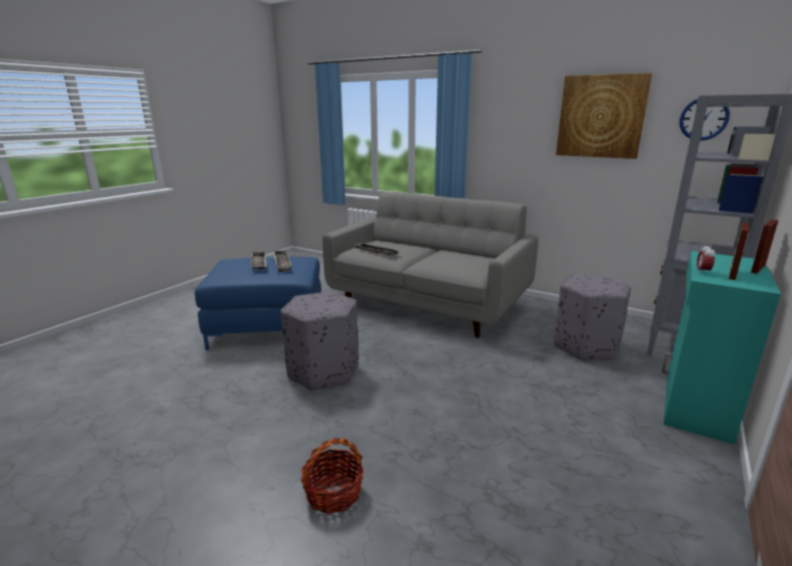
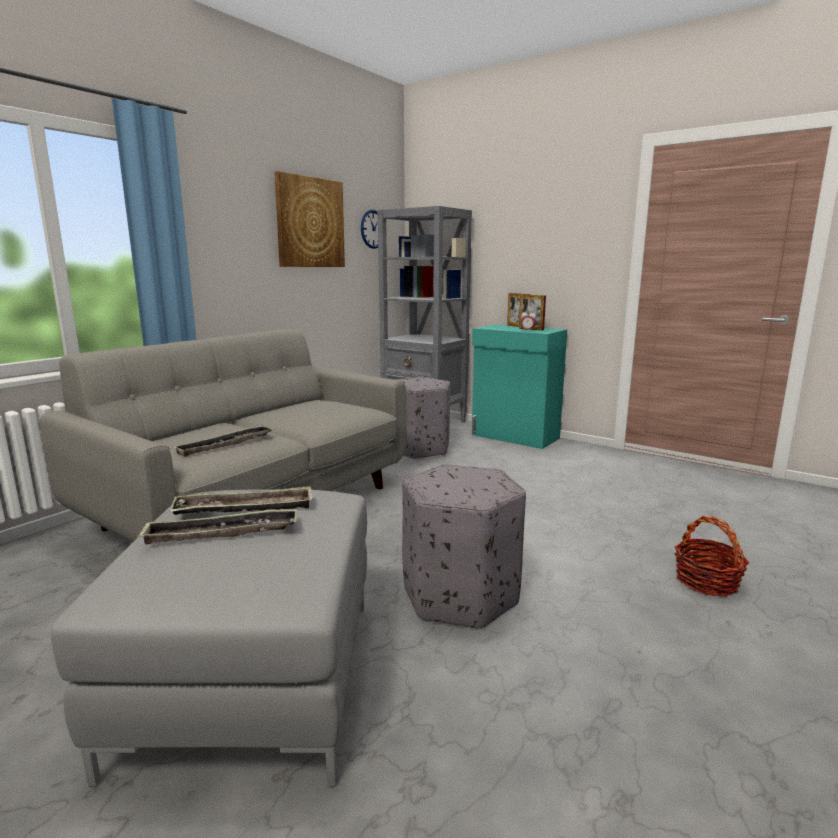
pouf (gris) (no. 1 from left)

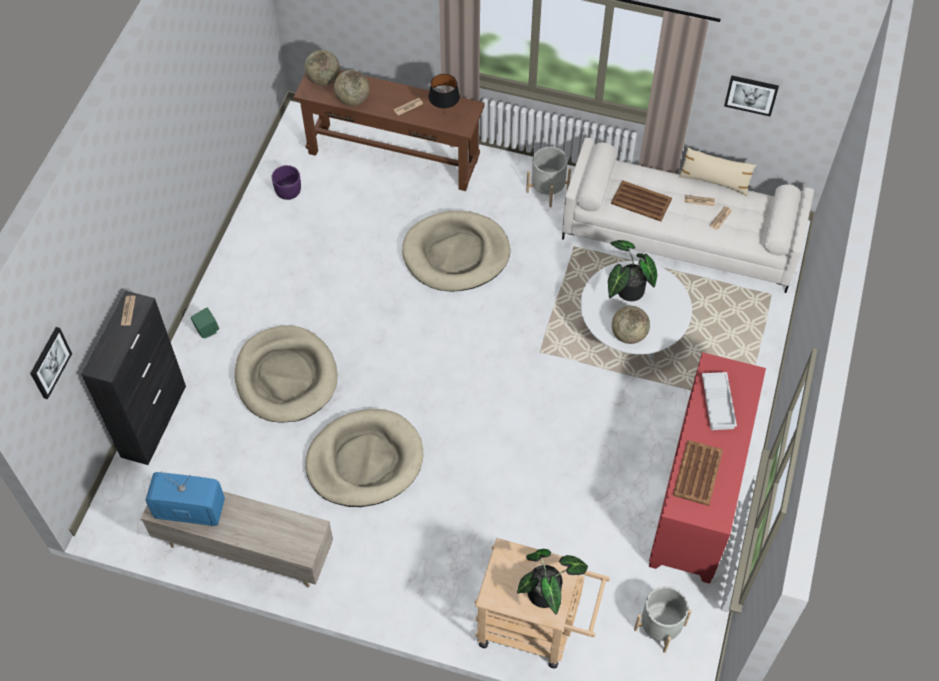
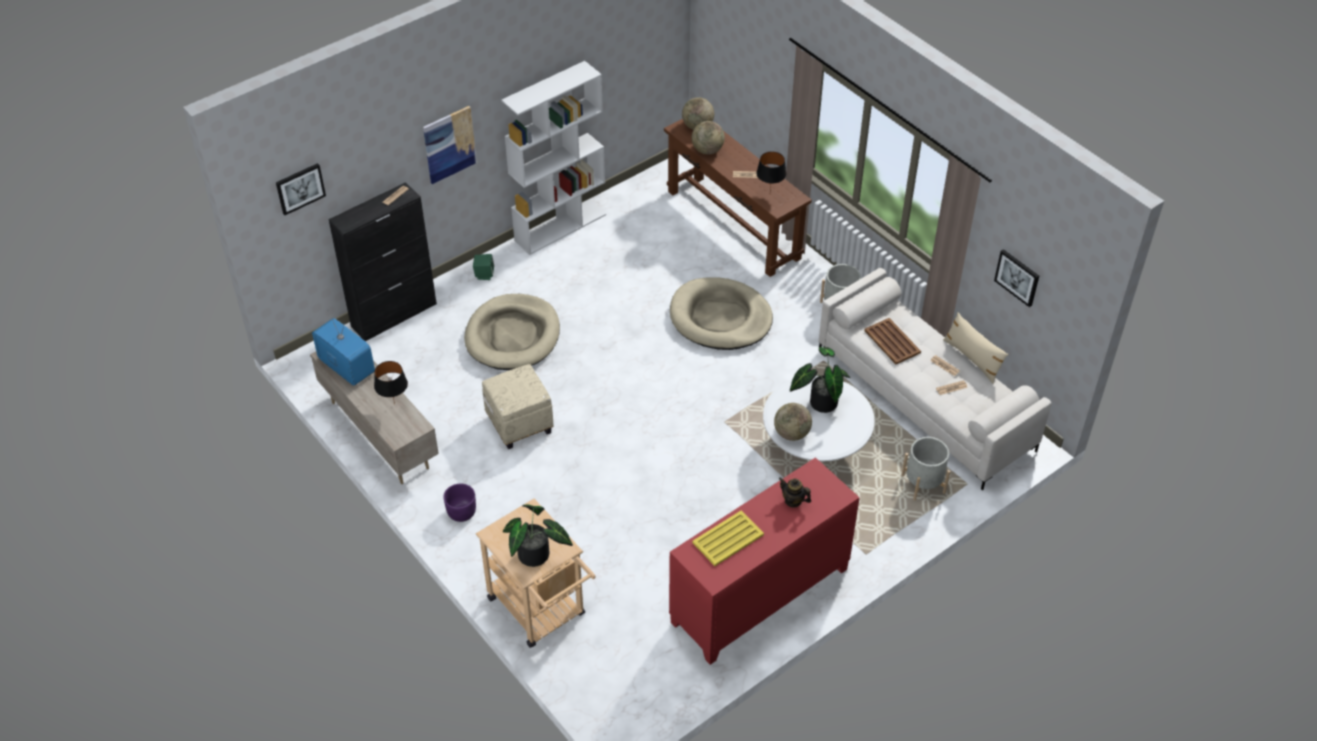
cache-pot (violet)
pouf (beige)
cache-pot (gris) (no. 2 from left)
plateau (jaune)
théière
lampe de table (noir) (no. 1 from left)
tableau (no. 2 from left)
bibliothèque (blanc)

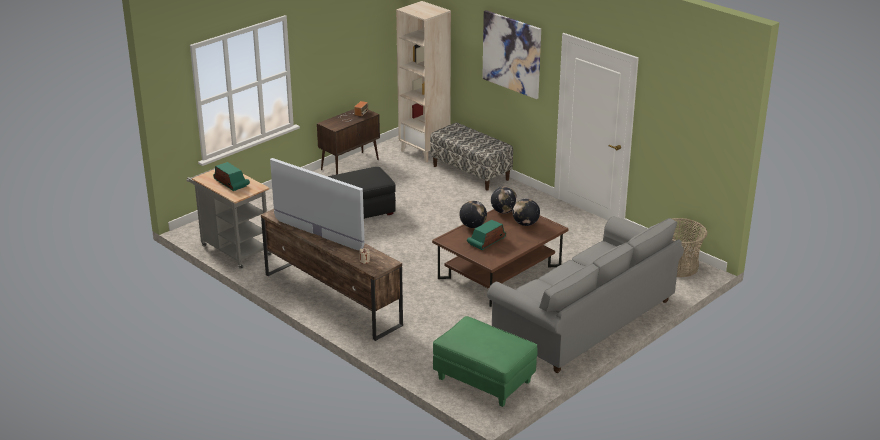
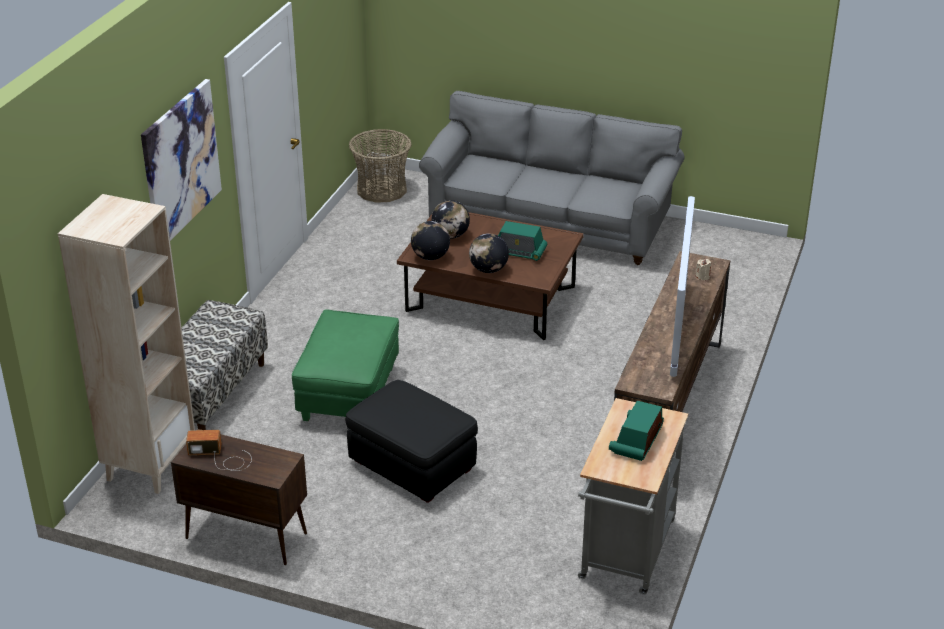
pouf (vert)

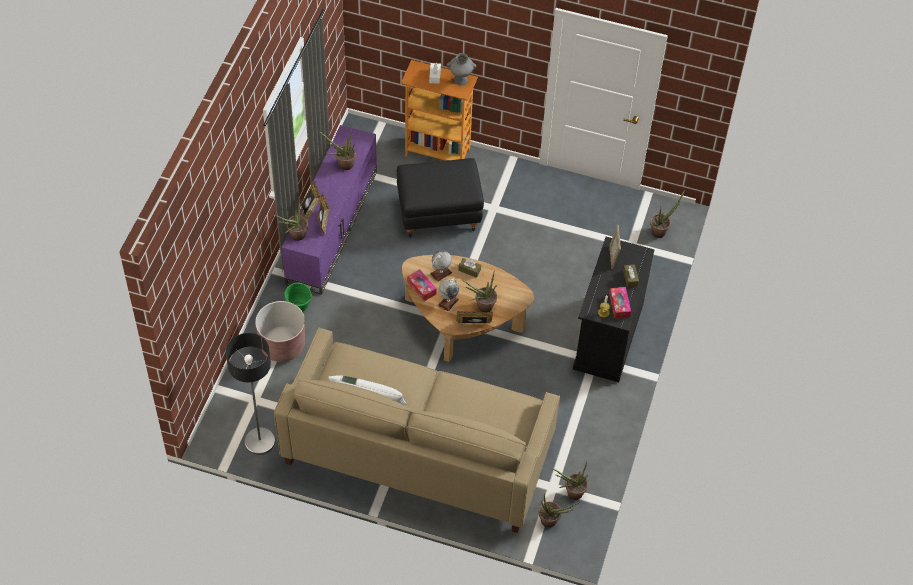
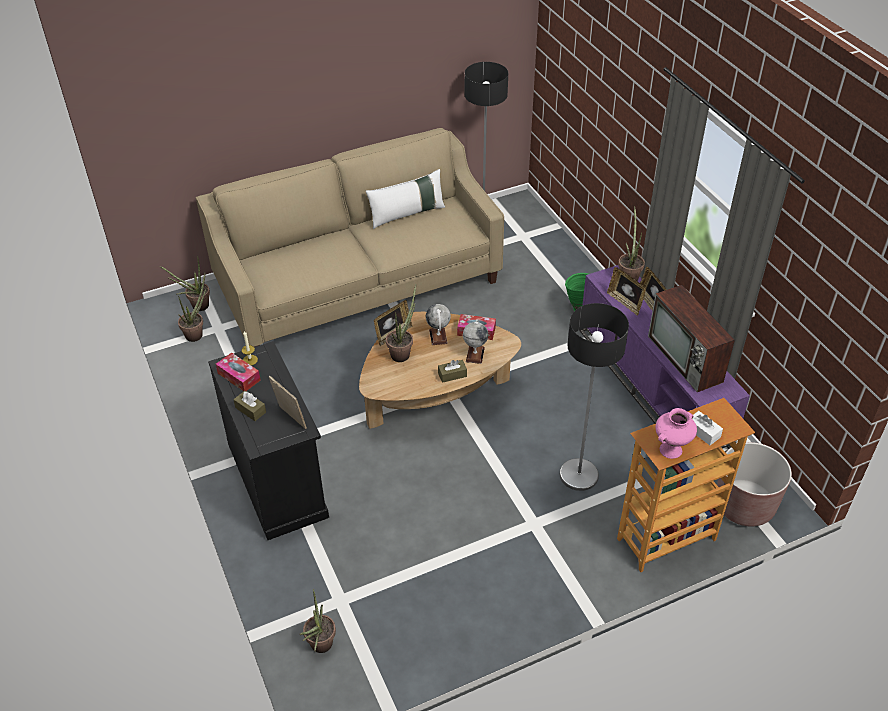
cache-pot (marron)
téléviseur
lampadaire (no. 2 from left)
vase (rose)

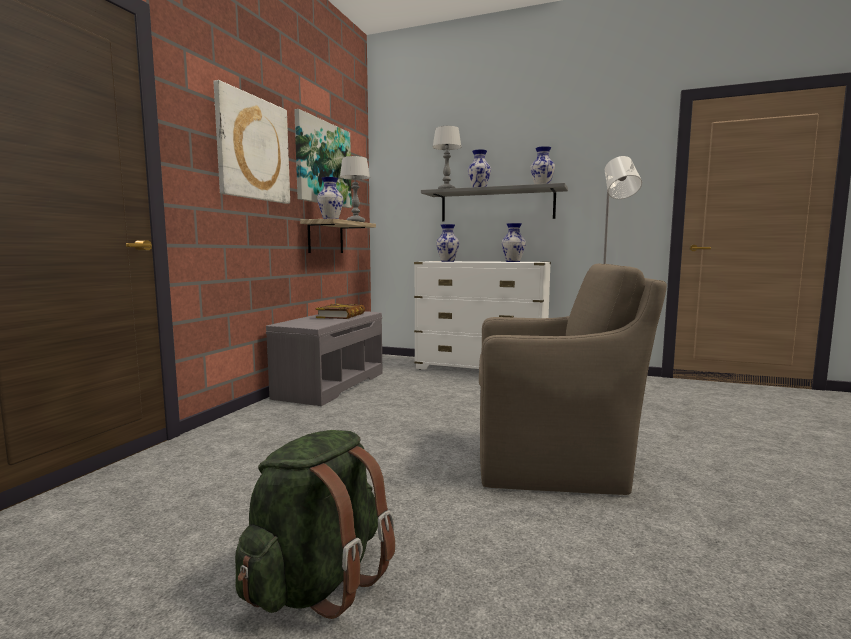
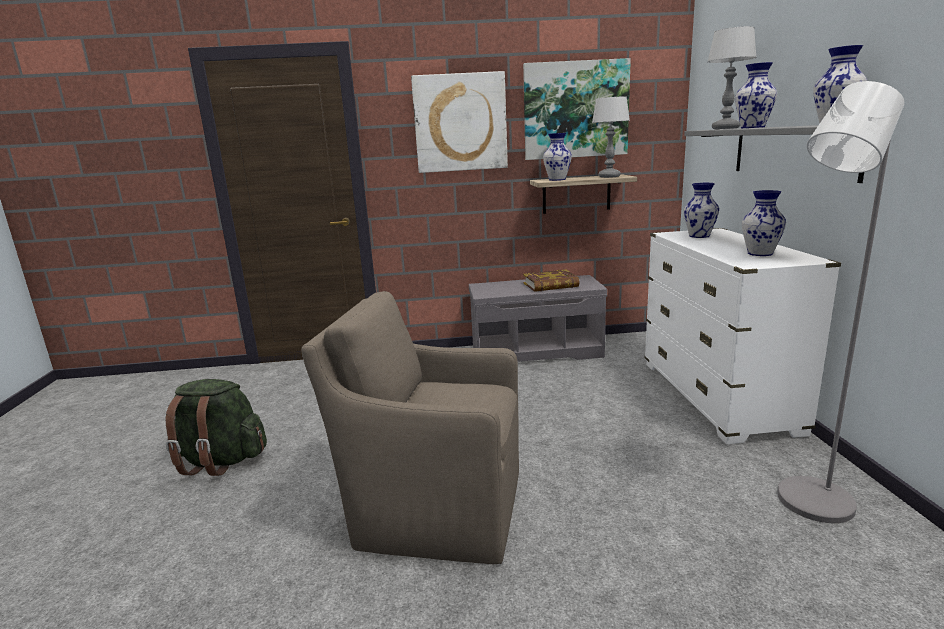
fauteuil (marron)

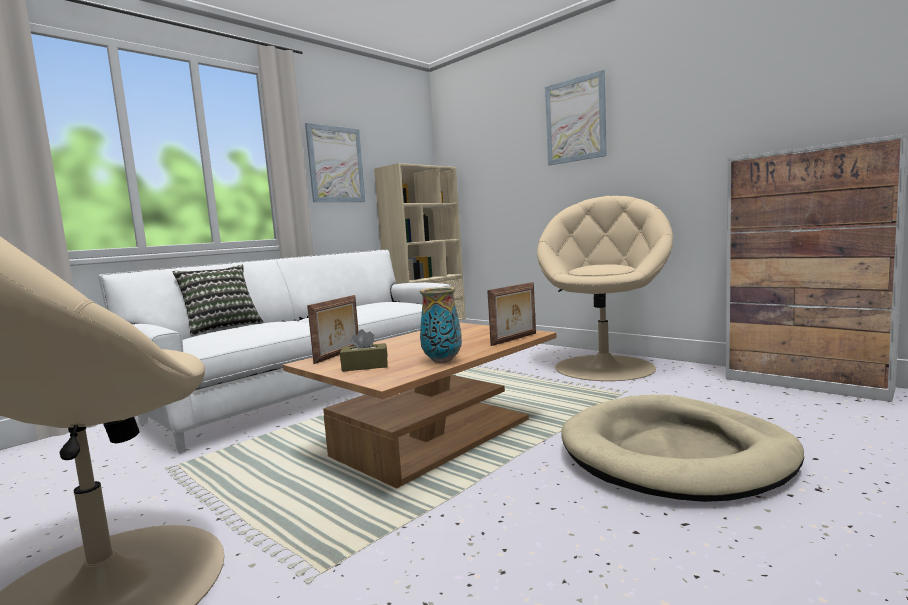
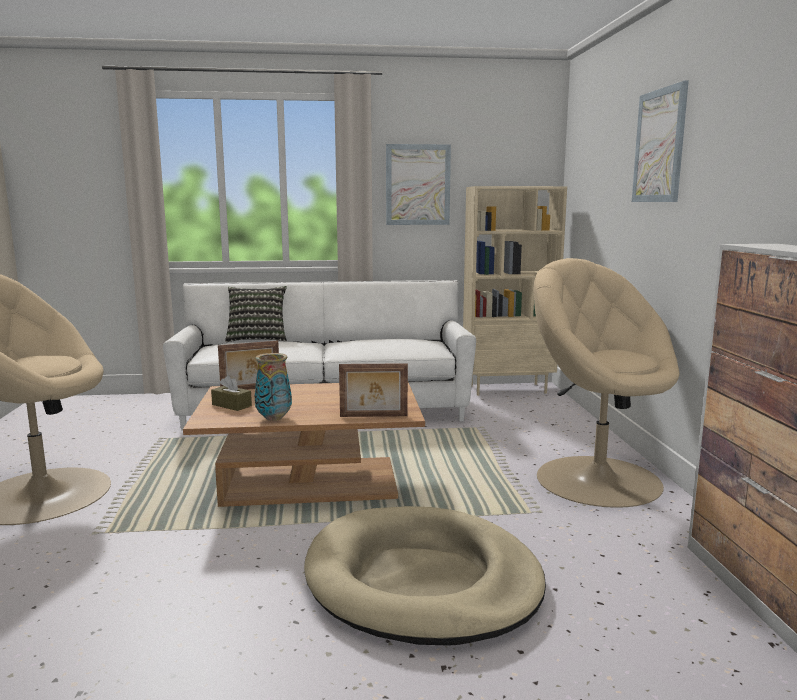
fauteuil (beige) (no. 2 from left)

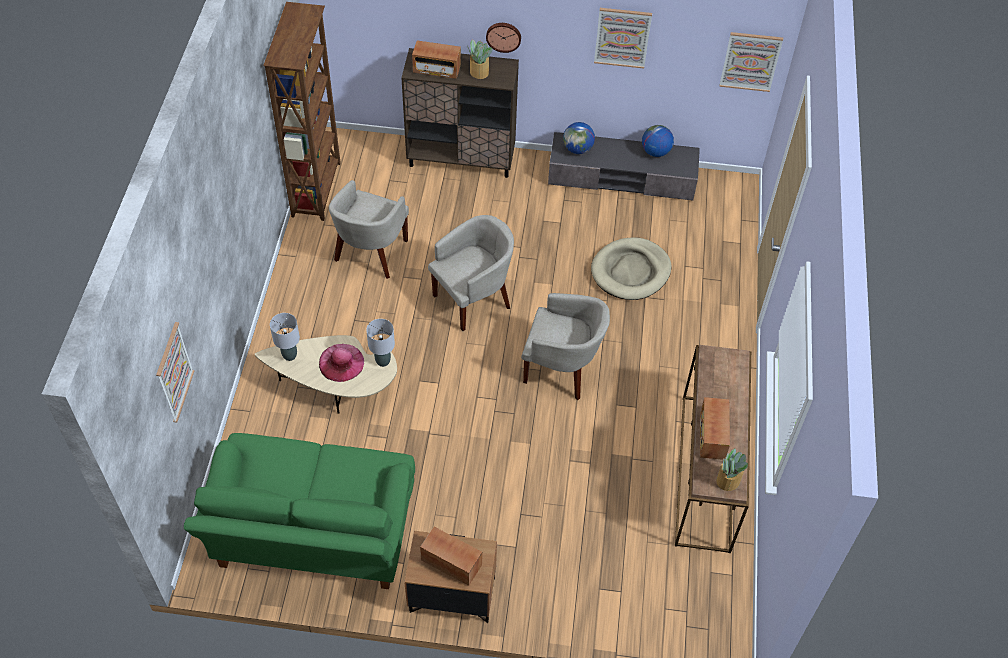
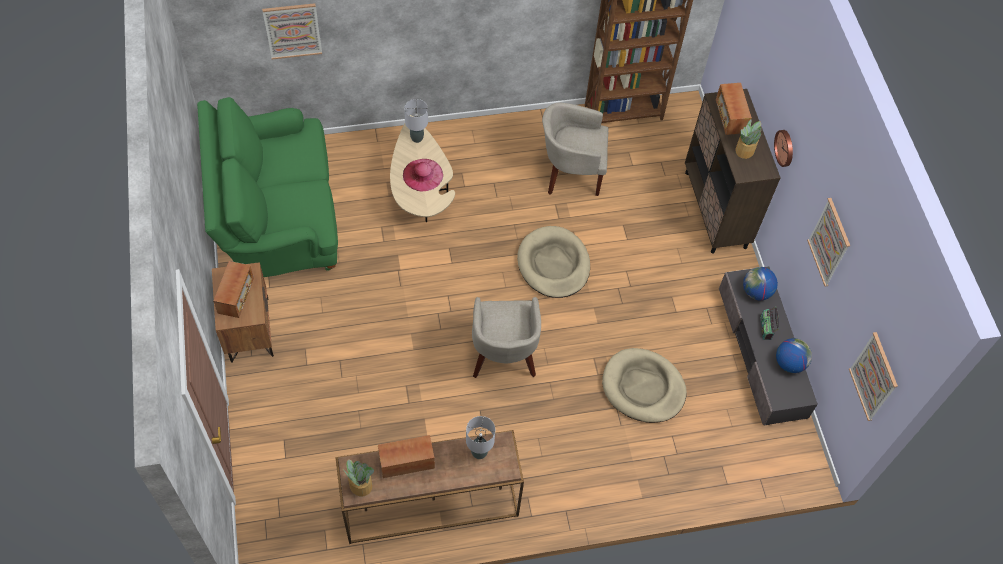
lampe de table (gris) (no. 2 from left)
panier pour chien (beige) (no. 1 from left)
radio (no. 4 from left)

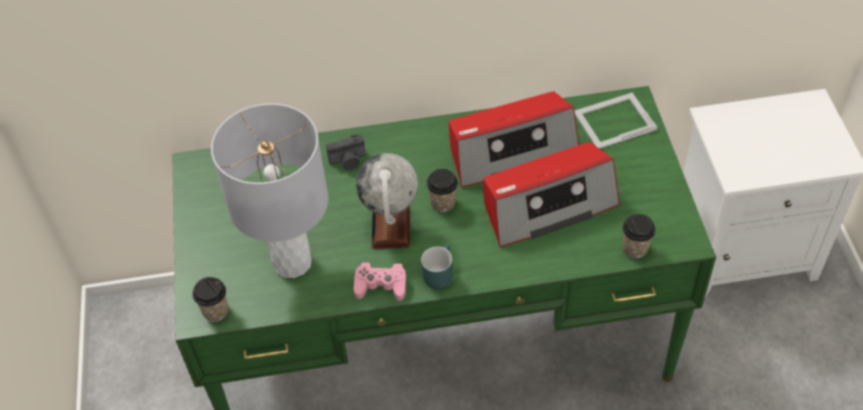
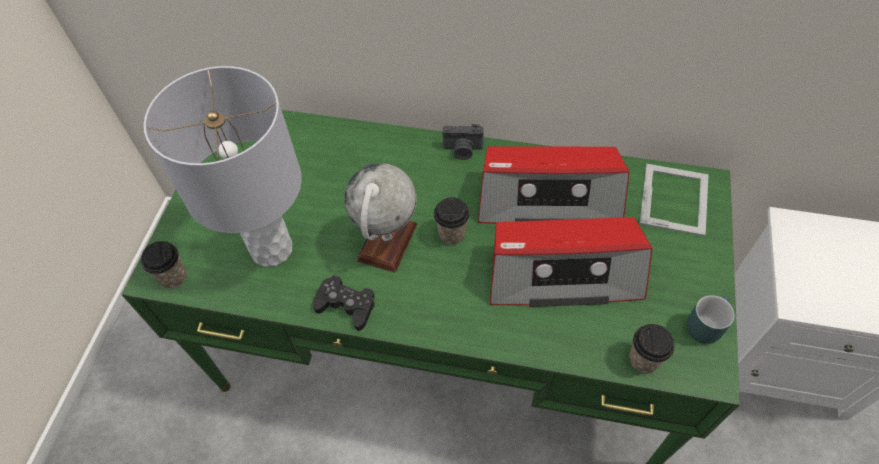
appareil photo
manette (noir)
mug (turquoise)
cadre photo

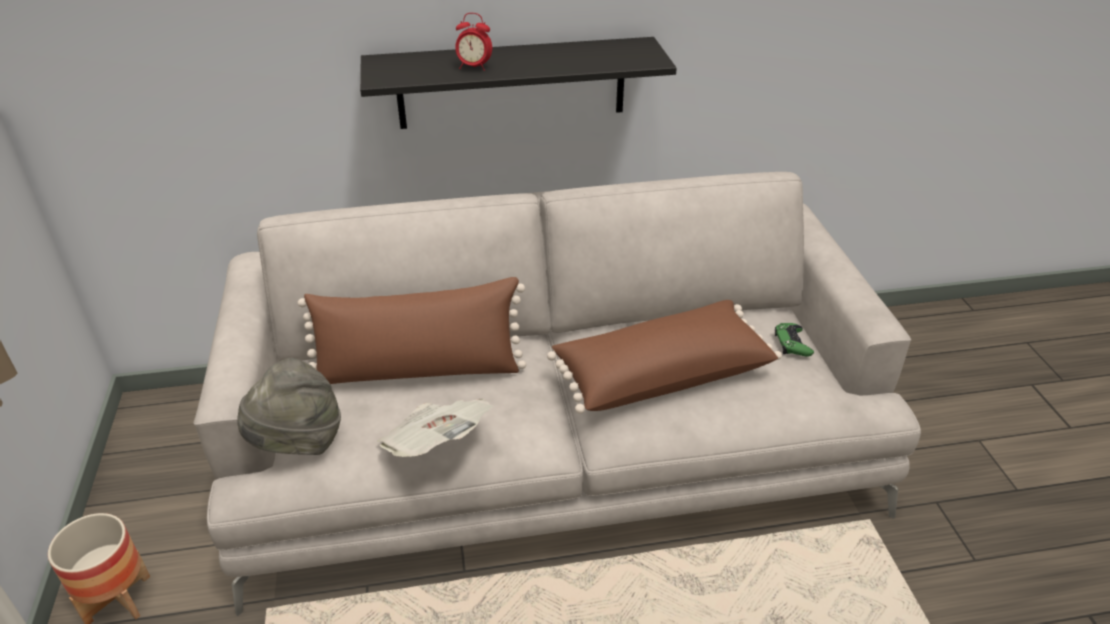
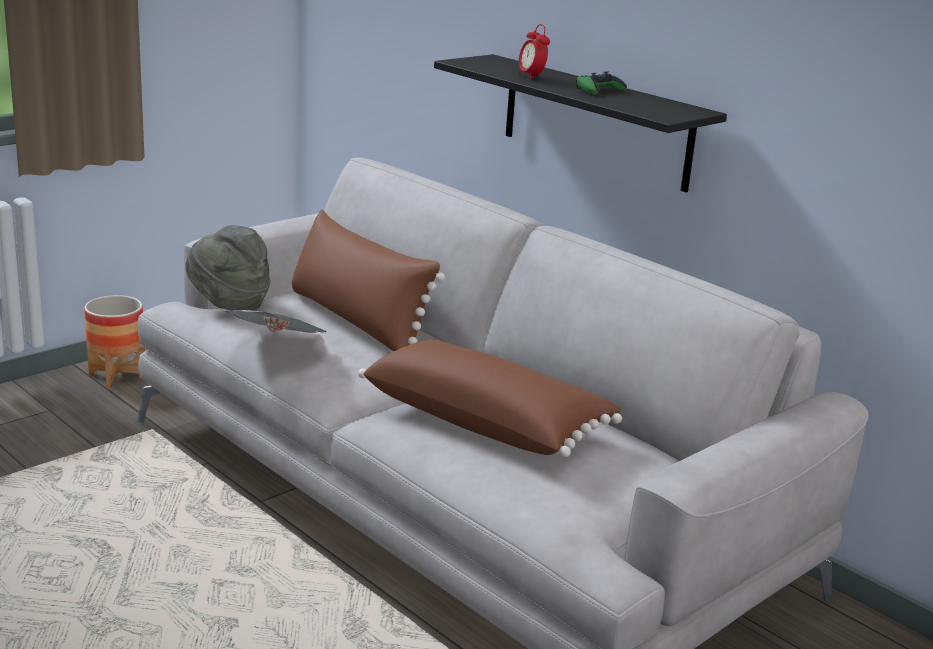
manette (vert)

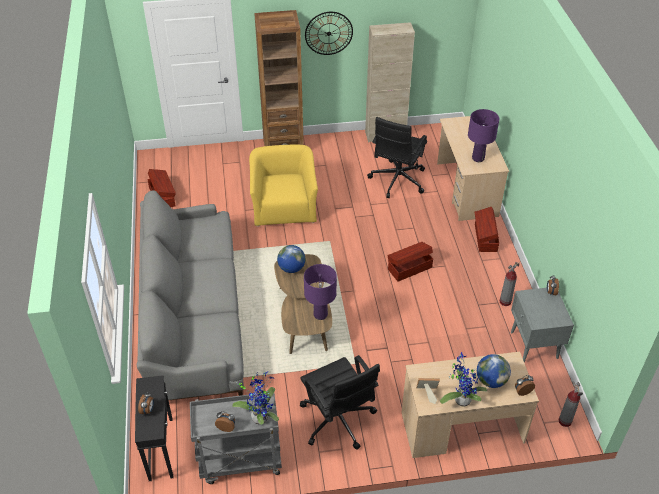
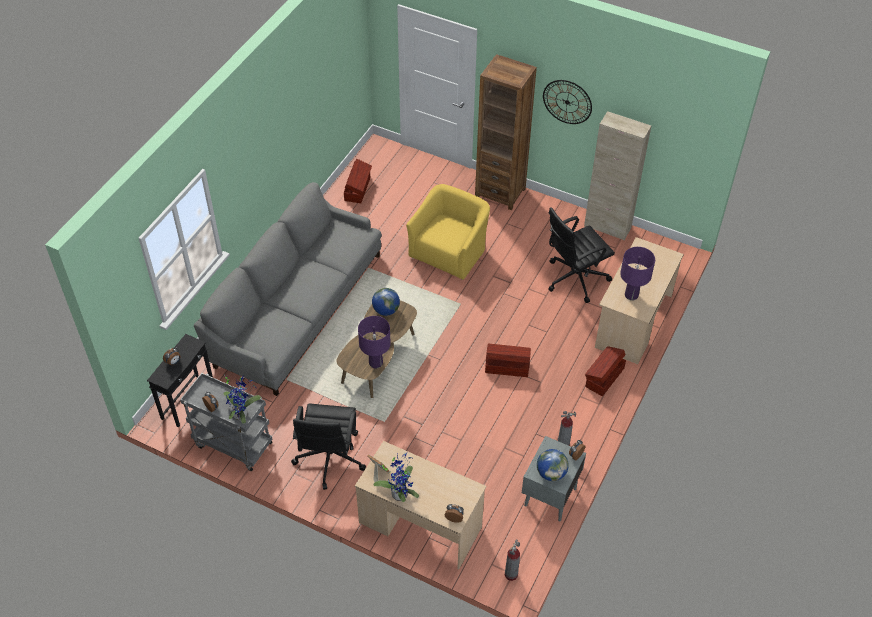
globe (no. 2 from left)

